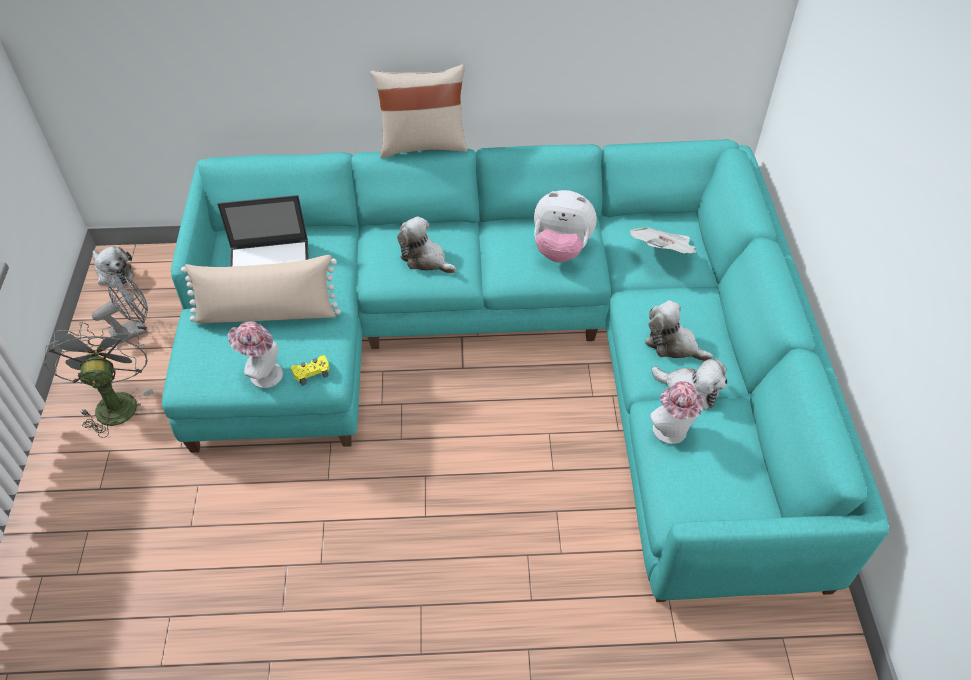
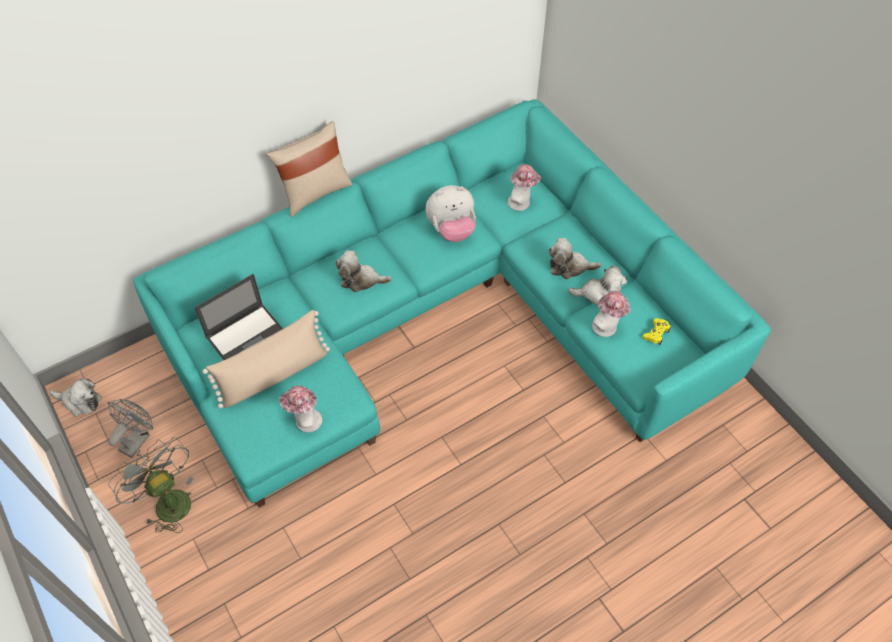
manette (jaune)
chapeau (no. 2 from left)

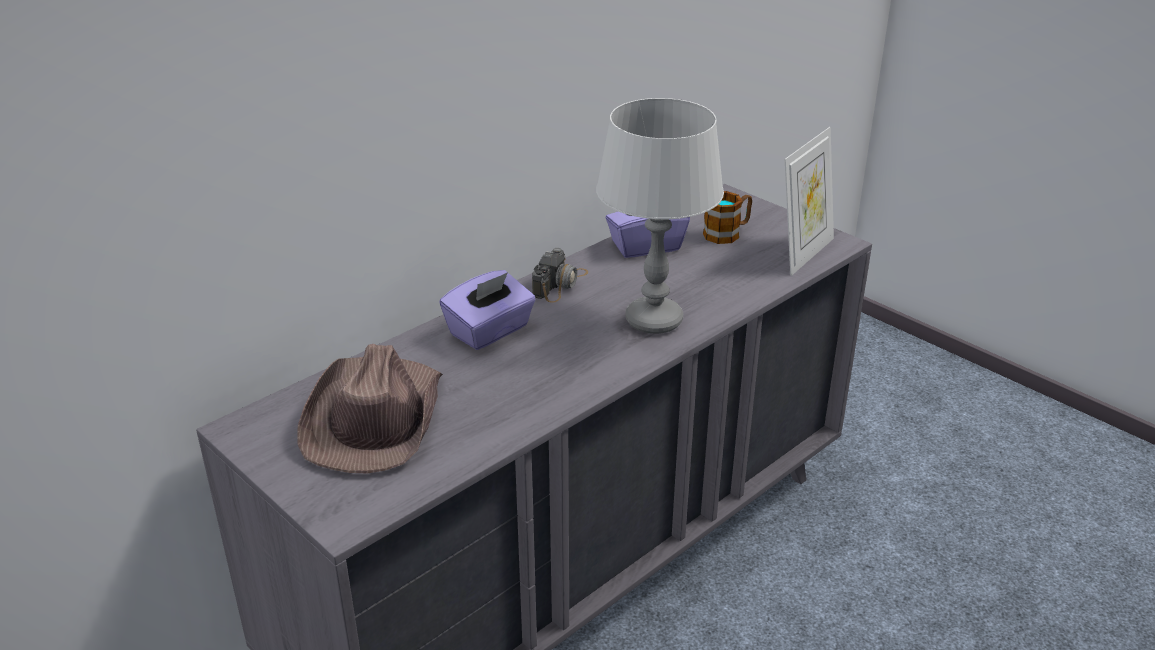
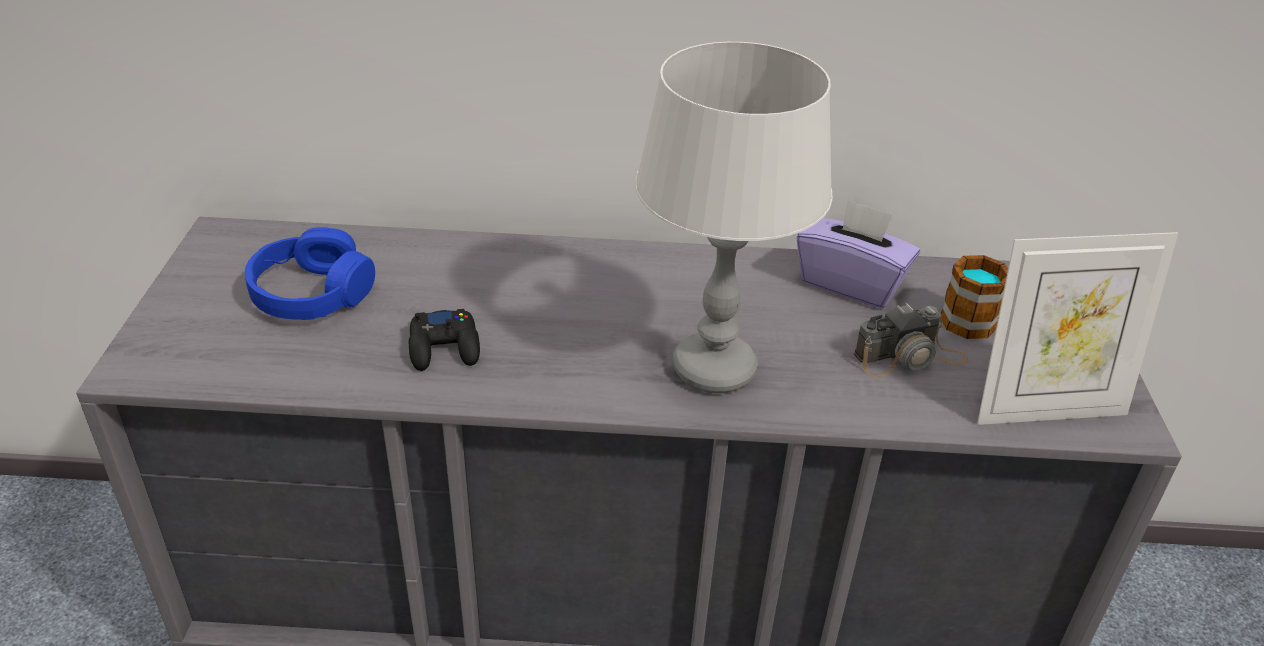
casque audio (bleu)
boîte à mouchoirs (violet) (no. 1 from left in the first image)
appareil photo
manette (noir)

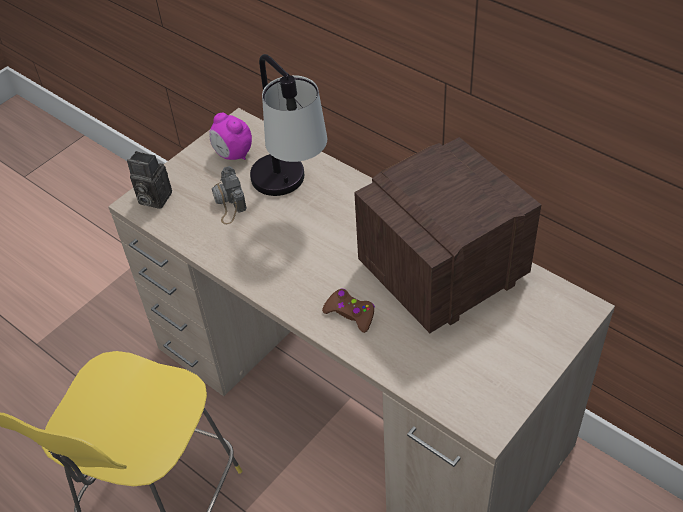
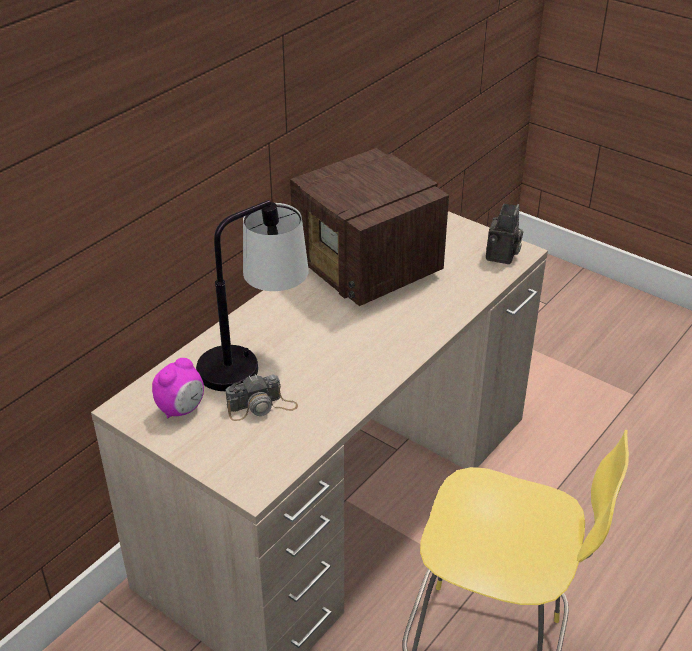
appareil photo (no. 2 from left)
manette (marron)

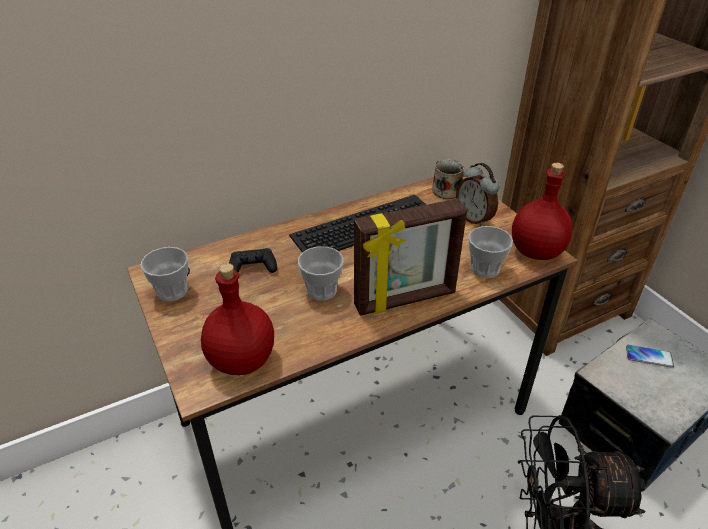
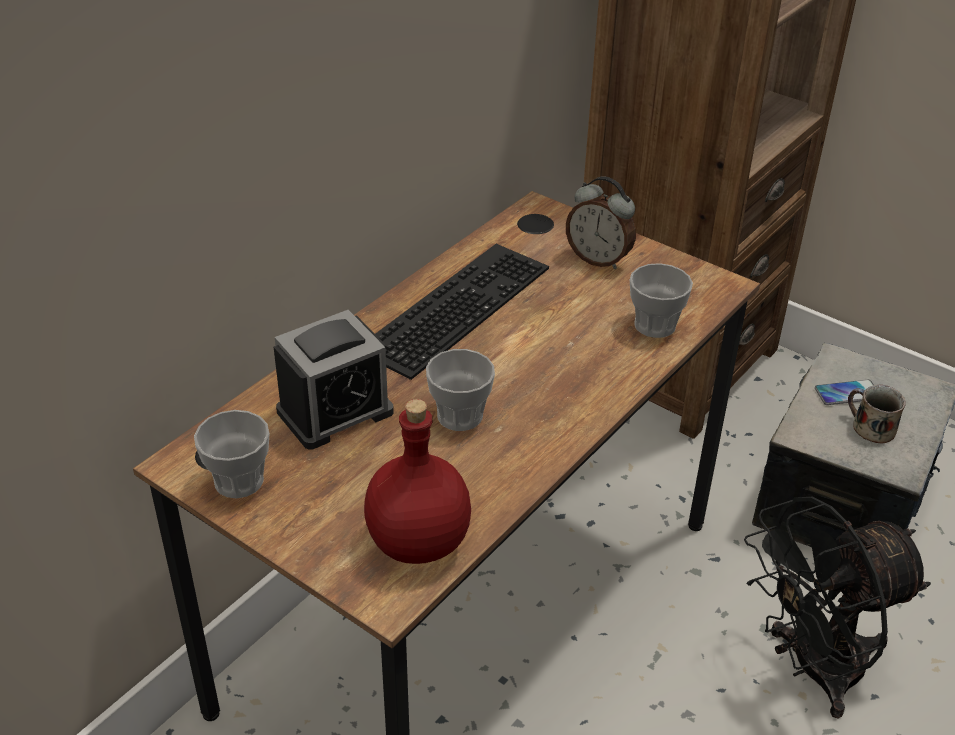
réveil (no. 1 from left)
cadre photo
mug
bouteille (rouge) (no. 2 from left in the first image)

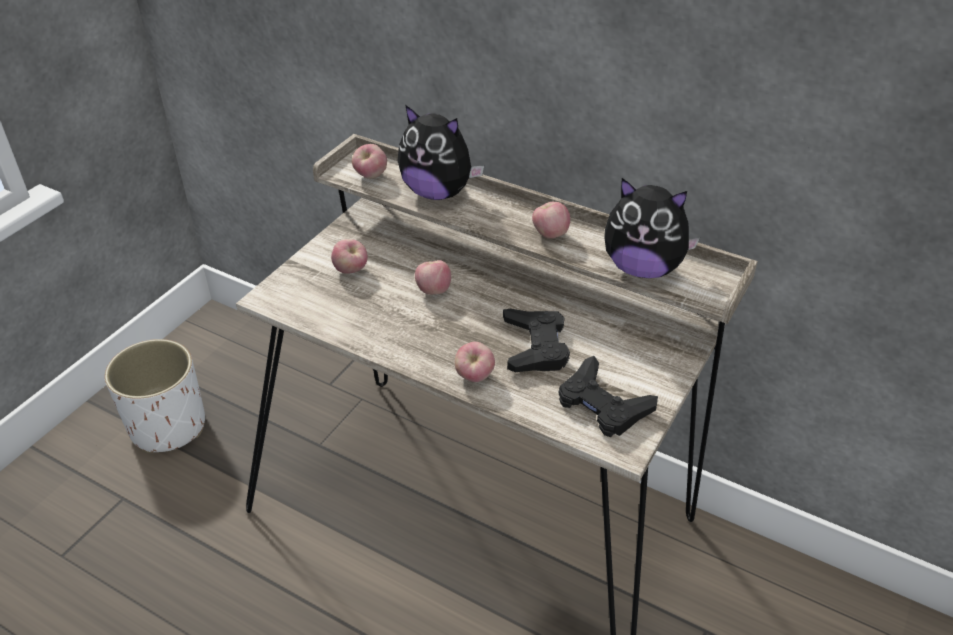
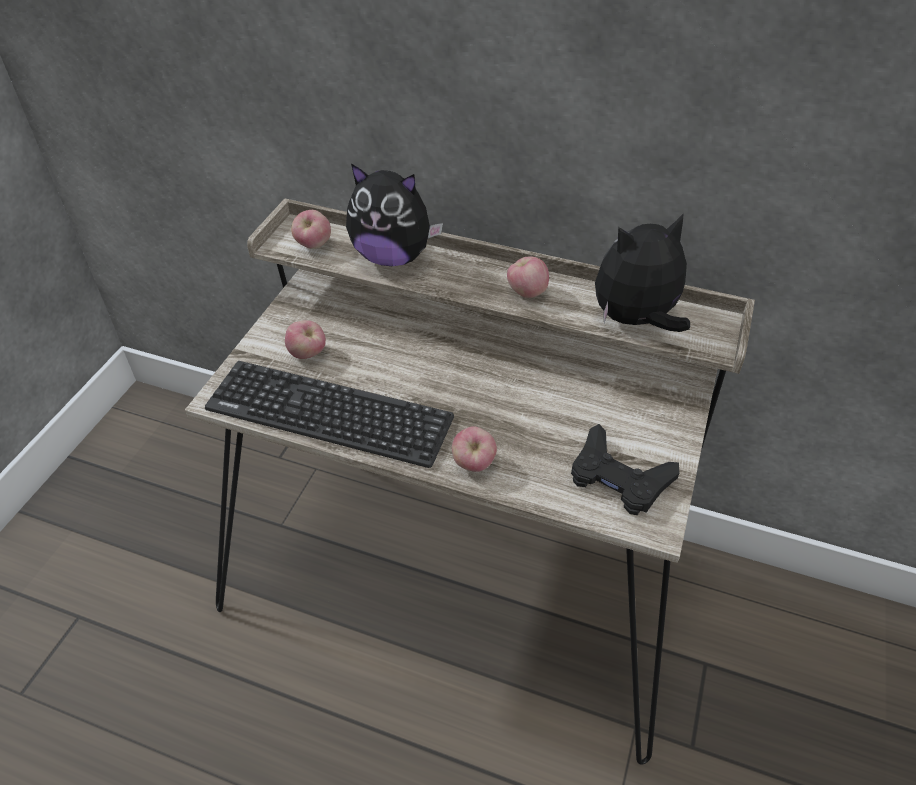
cache-pot (blanc)
pomme (no. 3 from left in the first image)
manette (noir) (no. 1 from left in the first image)
peluche (no. 2 from left)
clavier

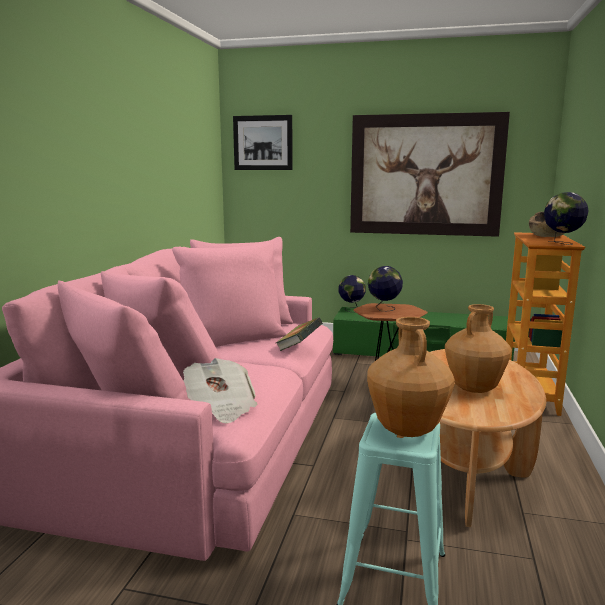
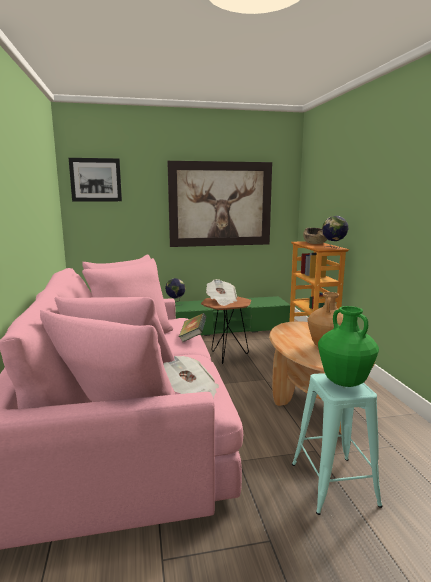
vase (vert)
journal (no. 2 from left)

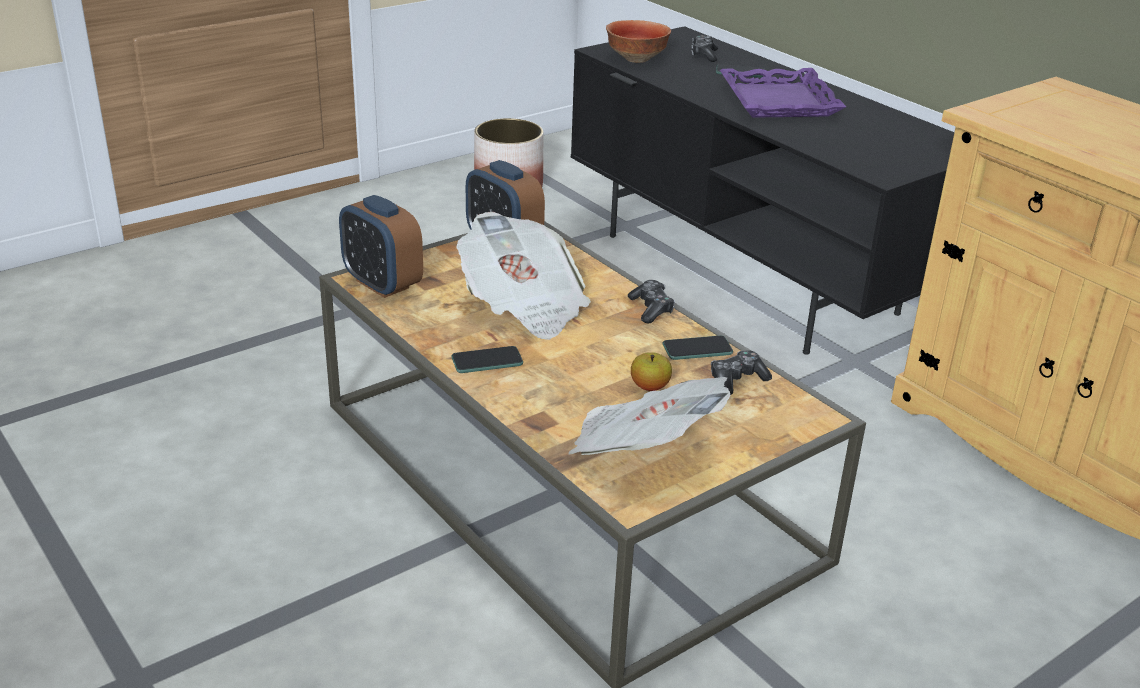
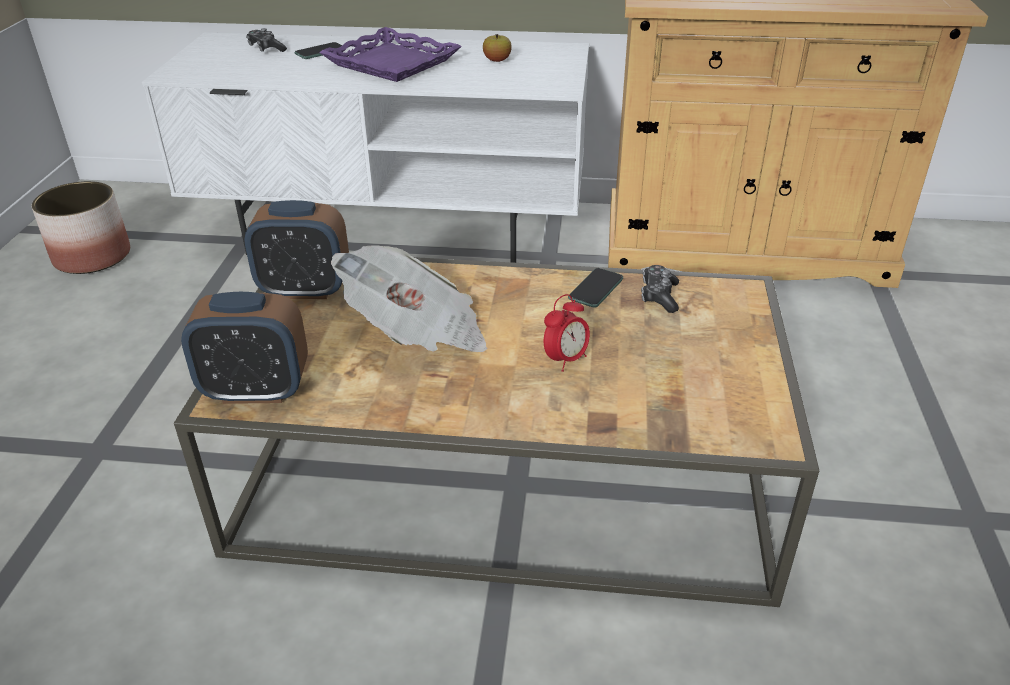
téléphone (no. 1 from left in the first image)
journal (no. 2 from left in the first image)
meuble télé (blanc)
bol
manette (no. 1 from left in the first image)
pomme
réveil (no. 3 from left)

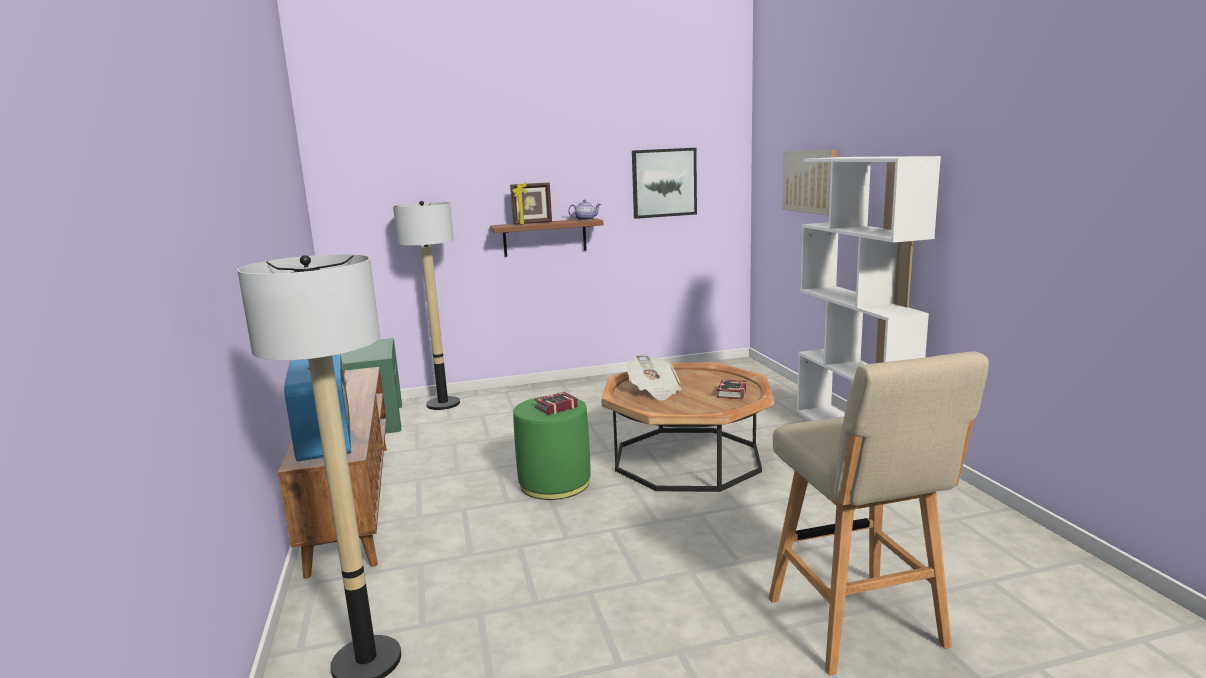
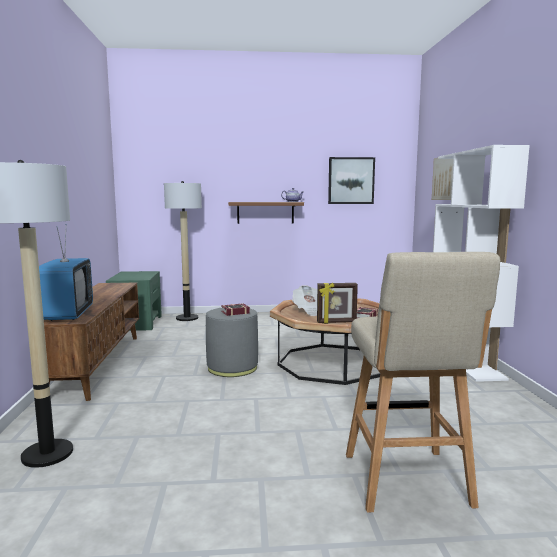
cadre photo
pouf (gris)

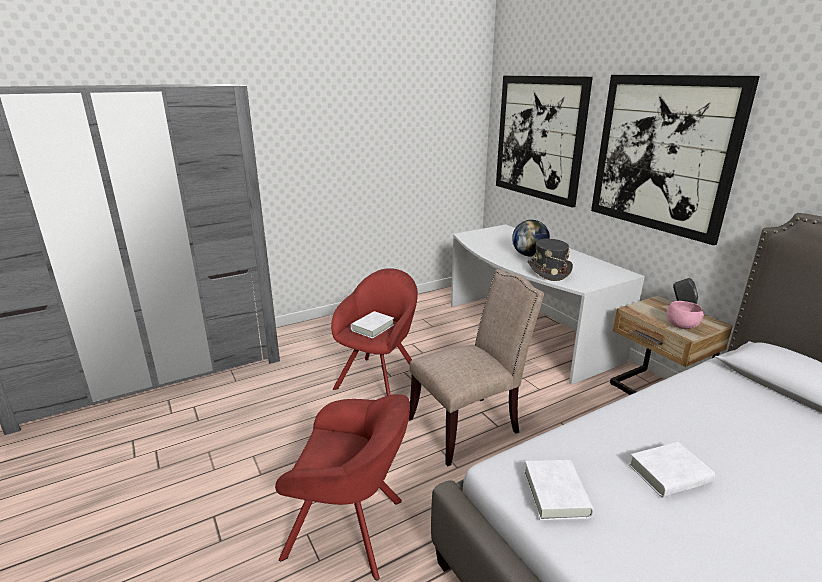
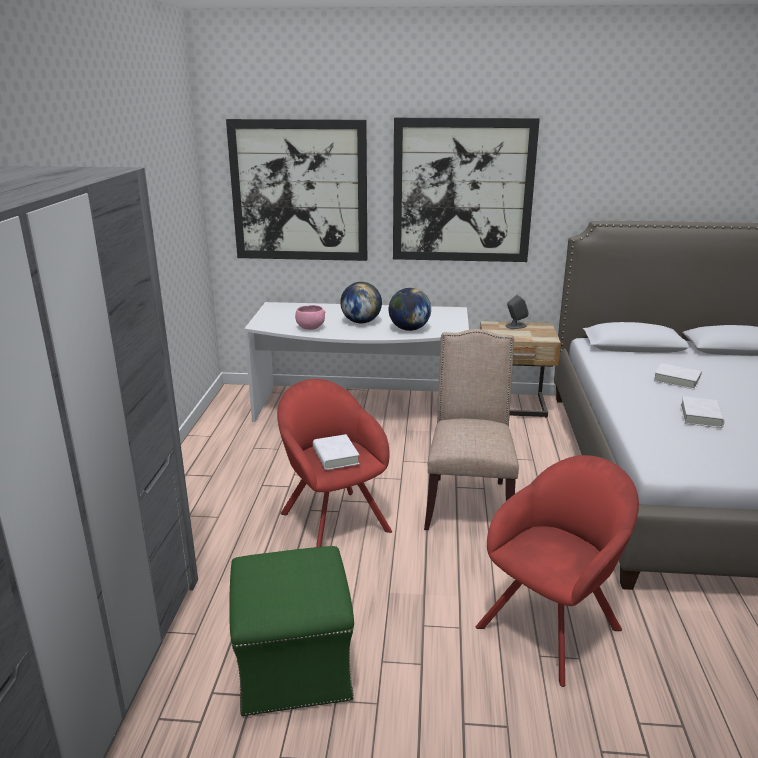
livre (blanc) (no. 2 from left)
globe (no. 2 from left)
bol (rose)
pouf (vert)

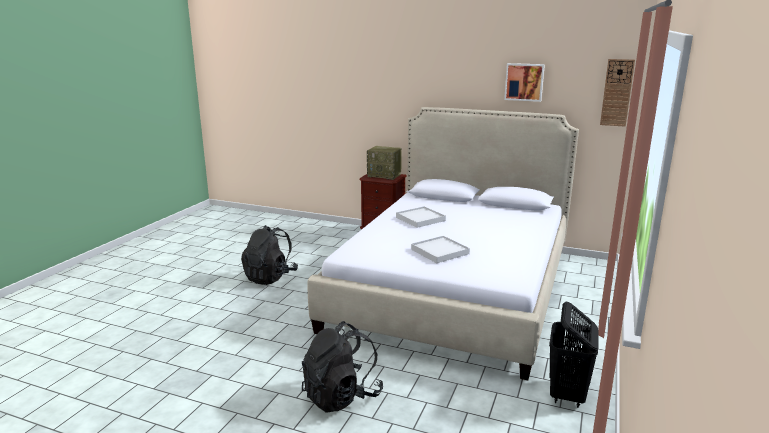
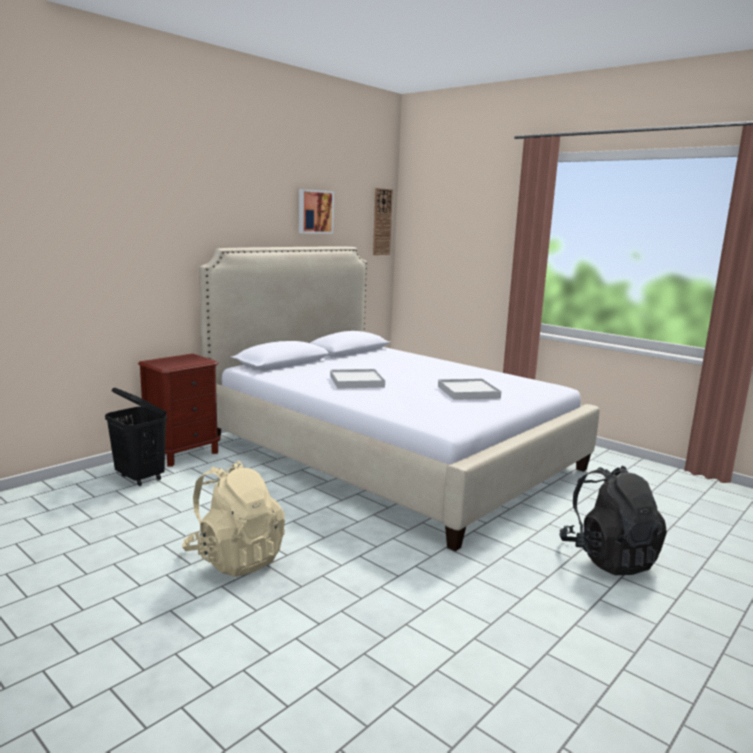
sac à dos (beige)
radio
panier à linge (noir)

